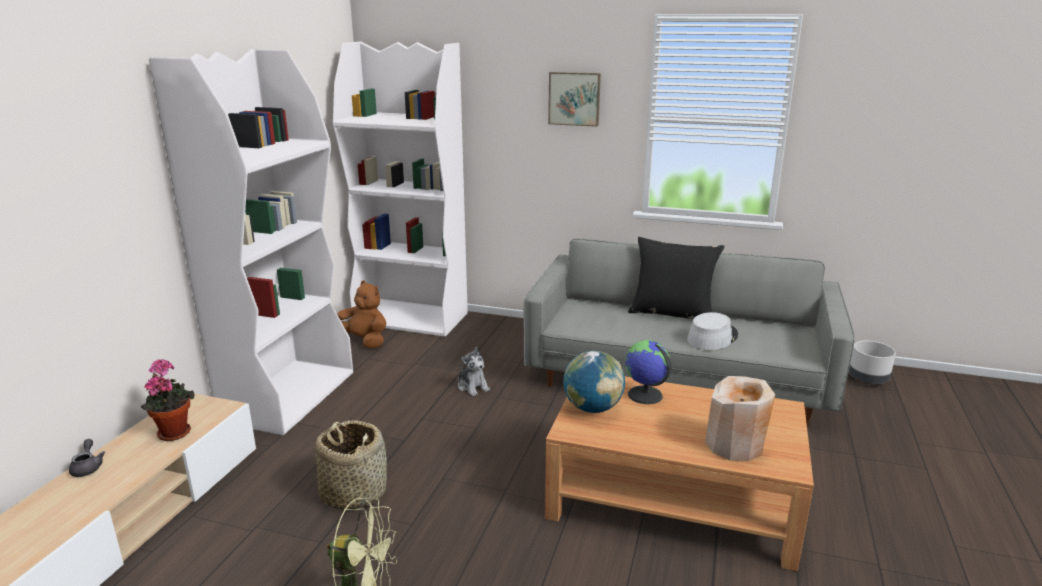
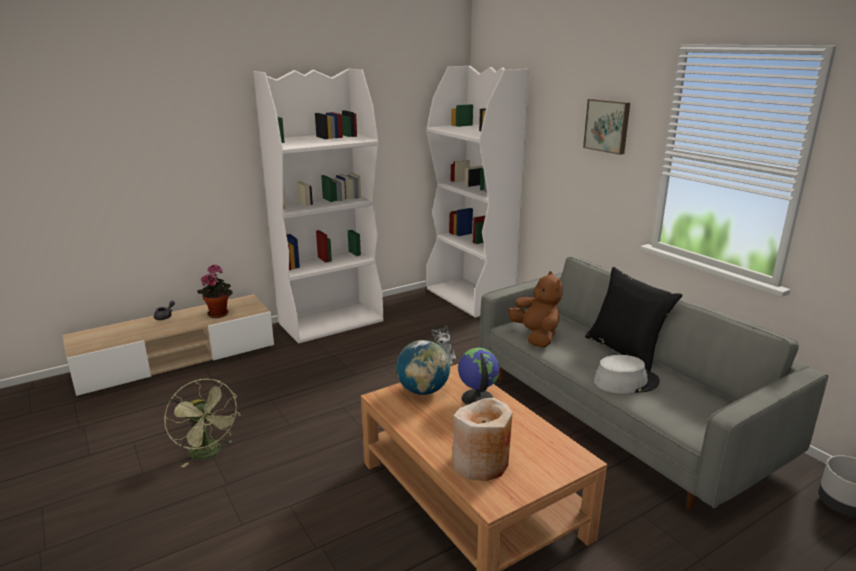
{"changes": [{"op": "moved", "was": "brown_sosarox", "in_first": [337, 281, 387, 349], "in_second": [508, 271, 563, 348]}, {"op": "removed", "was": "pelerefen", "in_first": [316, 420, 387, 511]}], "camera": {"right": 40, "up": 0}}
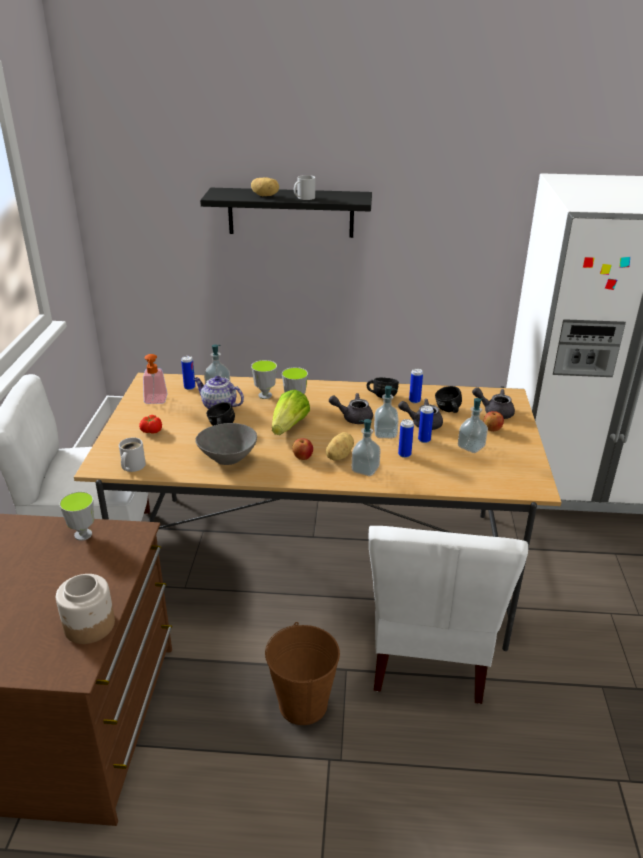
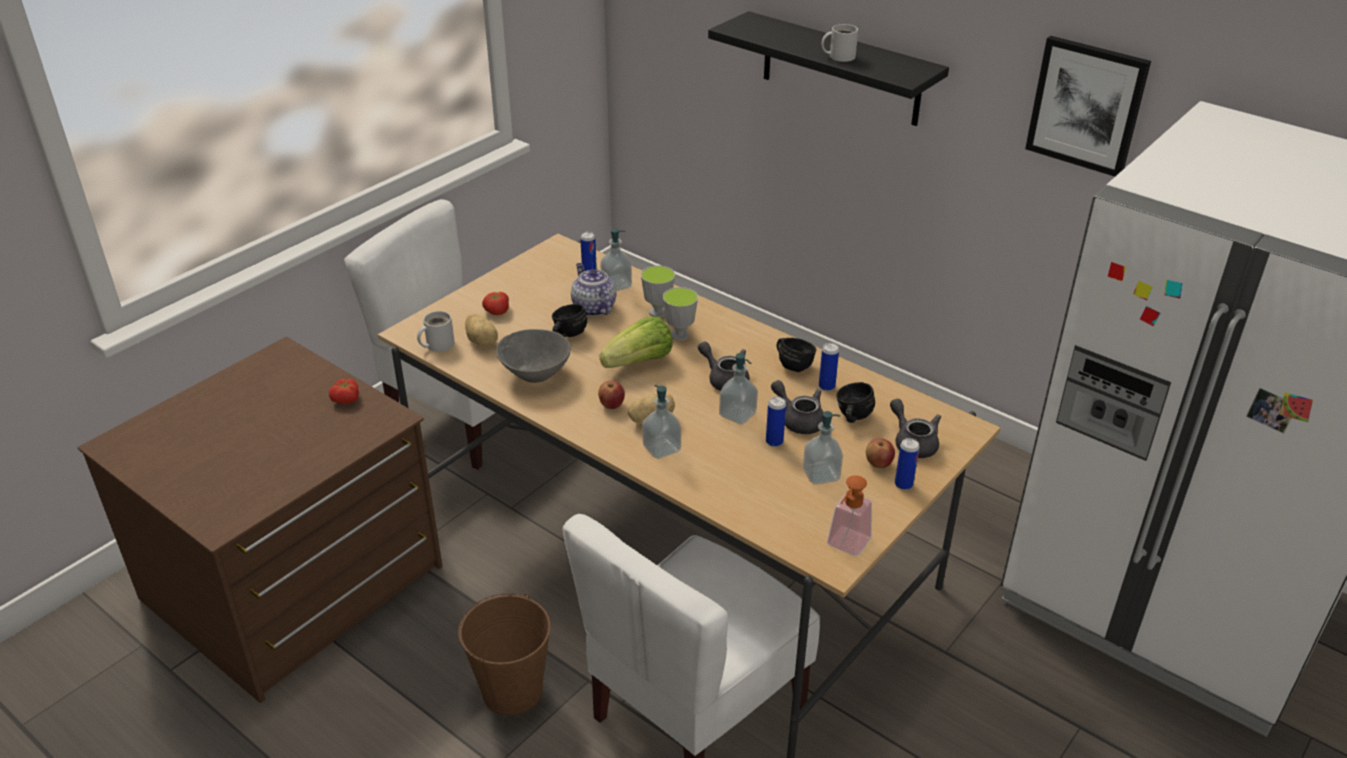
{"changes": [{"op": "replaced", "was": "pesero", "now": "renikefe", "in_first": [59, 491, 94, 541], "in_second": [329, 378, 359, 404]}, {"op": "moved", "was": "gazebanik", "in_first": [251, 177, 279, 196], "in_second": [465, 313, 498, 346]}, {"op": "moved", "was": "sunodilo", "in_first": [143, 354, 168, 404], "in_second": [827, 475, 872, 556]}, {"op": "moved", "was": "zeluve", "in_first": [398, 419, 414, 458], "in_second": [895, 438, 920, 490]}, {"op": "added", "now": "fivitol", "in_second": [1025, 36, 1151, 177]}, {"op": "removed", "was": "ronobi", "in_first": [56, 574, 115, 644]}], "camera": {"right": 35, "up": 5}}
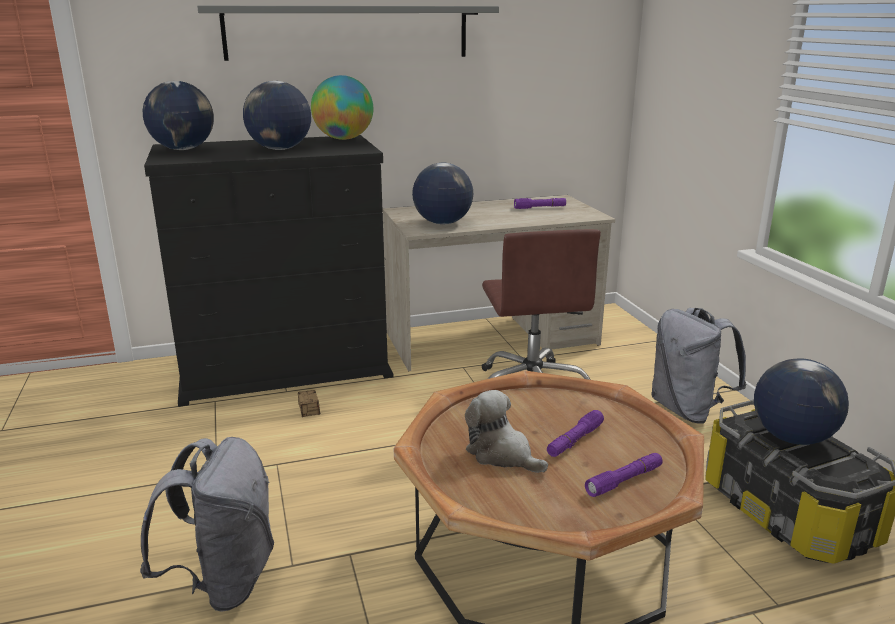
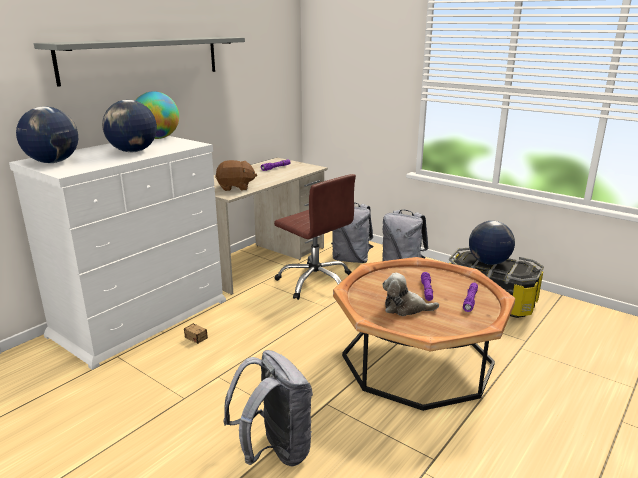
{"changes": [{"op": "recoloured", "was": "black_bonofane", "now": "white_bonofane", "in_first": [144, 135, 393, 407], "in_second": [9, 136, 226, 370]}, {"op": "replaced", "was": "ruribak", "now": "brown_sosarox", "in_first": [412, 163, 473, 224], "in_second": [215, 160, 257, 191]}, {"op": "added", "now": "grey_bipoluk", "in_second": [331, 202, 373, 263]}], "camera": {"right": -35, "up": 0}}
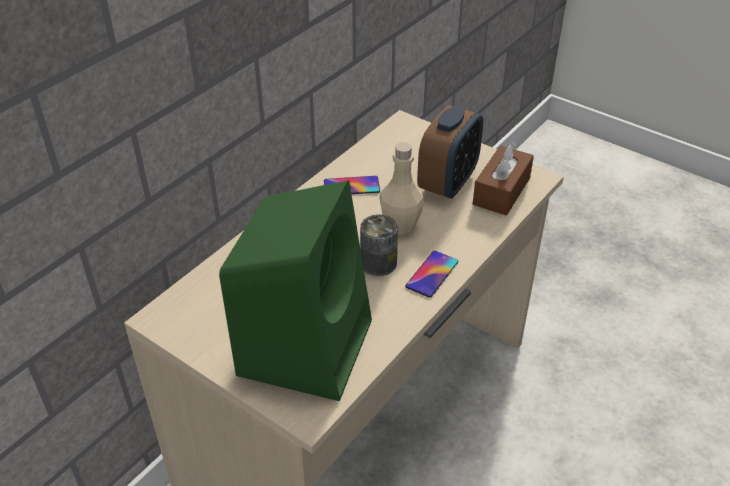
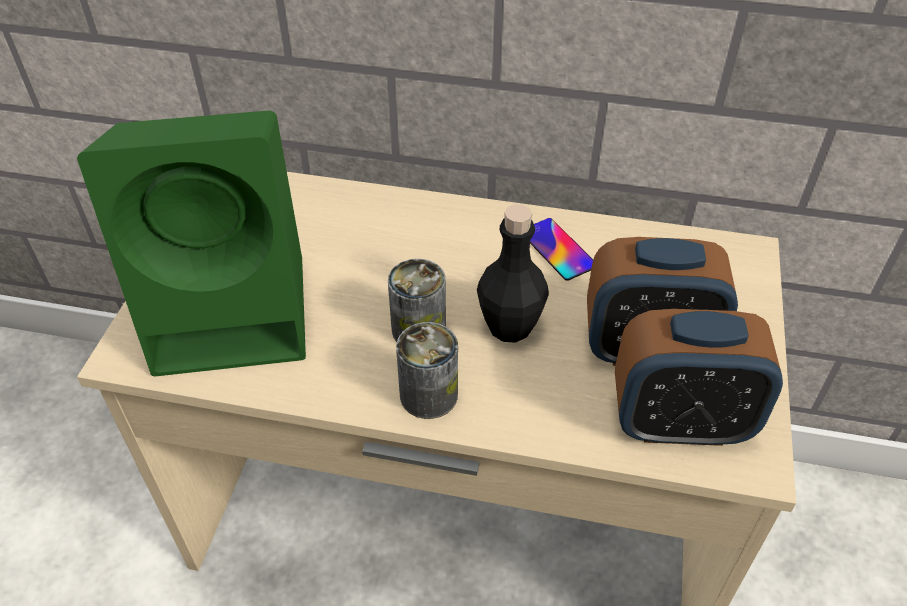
{"changes": [{"op": "replaced", "was": "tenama", "now": "zeluve", "in_first": [405, 251, 458, 298], "in_second": [396, 322, 458, 419]}, {"op": "recoloured", "was": "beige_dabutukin", "now": "black_dabutukin", "in_first": [379, 142, 424, 235], "in_second": [477, 204, 549, 343]}, {"op": "replaced", "was": "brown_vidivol", "now": "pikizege", "in_first": [473, 142, 534, 215], "in_second": [615, 309, 783, 446]}], "camera": {"right": 65, "up": 5}}
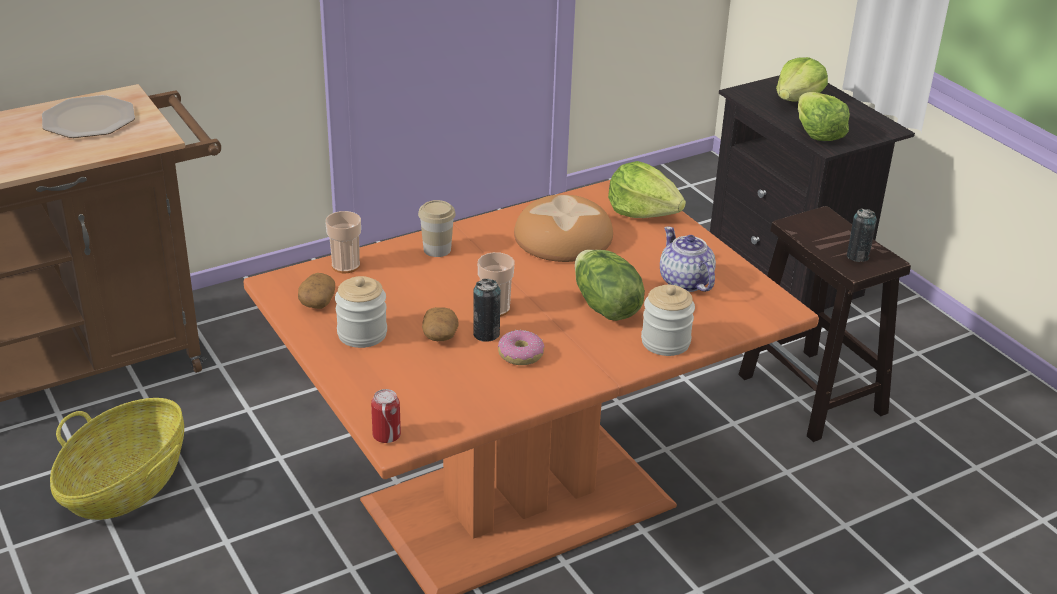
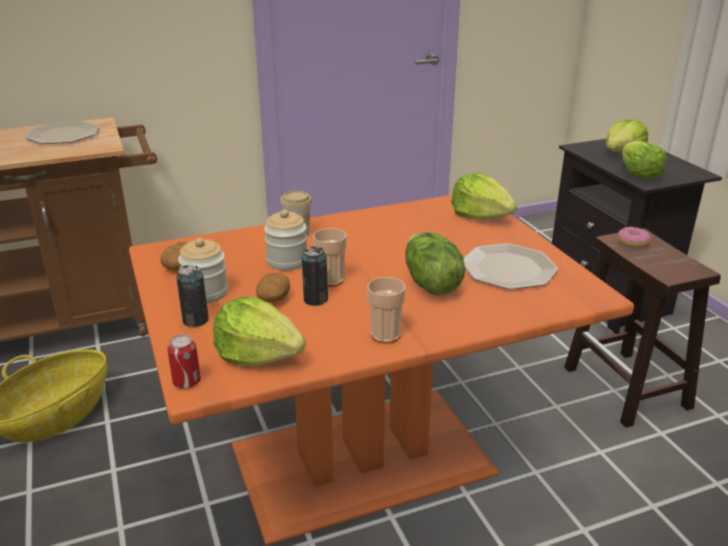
{"changes": [{"op": "moved", "was": "zeluve", "in_first": [847, 209, 877, 262], "in_second": [177, 265, 209, 327]}, {"op": "added", "now": "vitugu", "in_second": [213, 296, 306, 366]}, {"op": "moved", "was": "ronobi", "in_first": [641, 285, 695, 356], "in_second": [264, 209, 307, 271]}, {"op": "moved", "was": "pesero", "in_first": [325, 211, 361, 273], "in_second": [367, 277, 406, 344]}, {"op": "replaced", "was": "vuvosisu", "now": "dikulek", "in_first": [660, 226, 716, 292], "in_second": [463, 243, 558, 290]}, {"op": "moved", "was": "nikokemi", "in_first": [498, 330, 545, 365], "in_second": [618, 227, 651, 248]}, {"op": "removed", "was": "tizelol", "in_first": [514, 195, 613, 262]}], "camera": {"right": 10, "up": -5}}
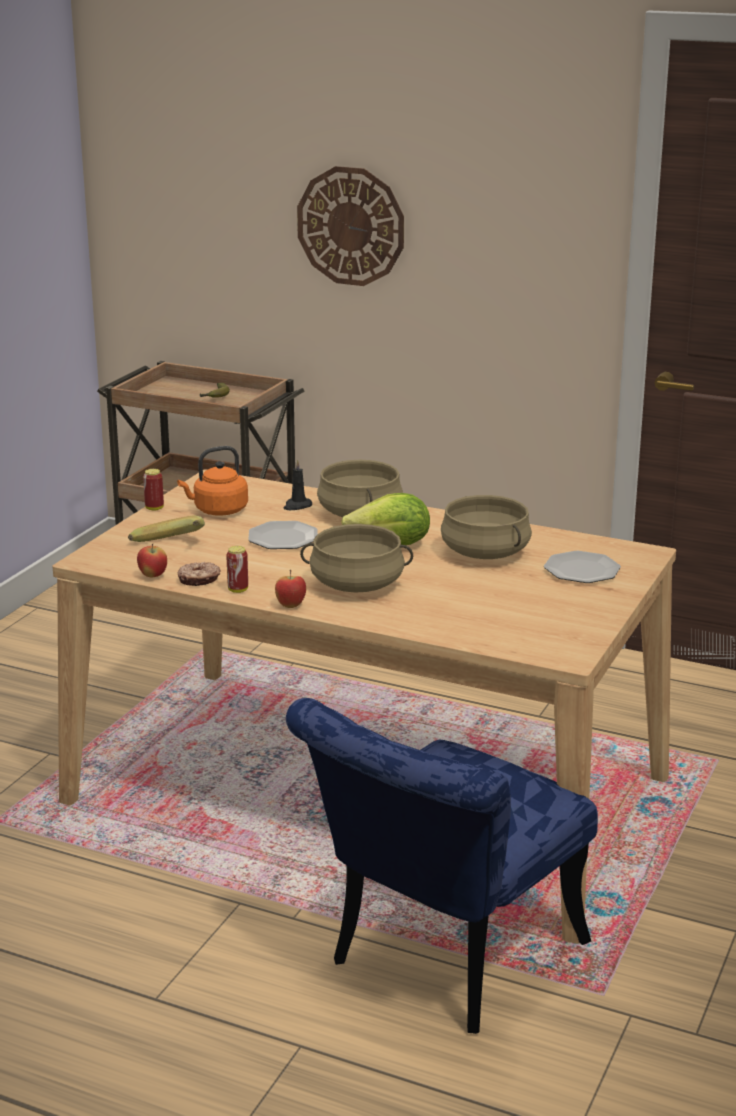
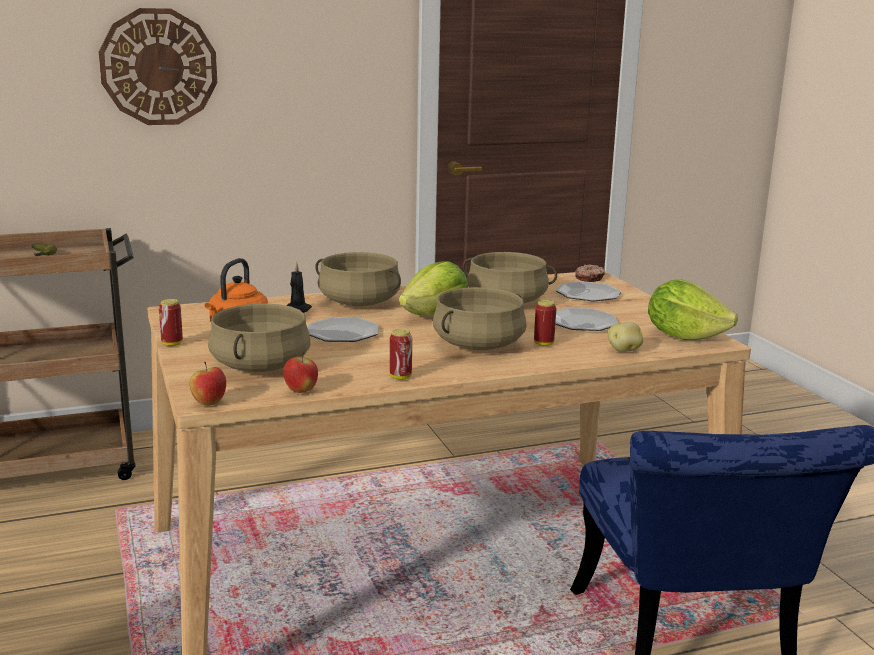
{"changes": [{"op": "moved", "was": "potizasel", "in_first": [275, 570, 306, 608], "in_second": [190, 362, 226, 406]}, {"op": "replaced", "was": "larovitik", "now": "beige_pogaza", "in_first": [128, 516, 205, 542], "in_second": [208, 303, 311, 372]}, {"op": "added", "now": "zeluve", "in_second": [534, 300, 556, 346]}, {"op": "added", "now": "dikulek", "in_second": [555, 308, 618, 331]}, {"op": "moved", "was": "nikokemi", "in_first": [178, 562, 221, 586], "in_second": [575, 265, 605, 282]}, {"op": "added", "now": "gazebanik", "in_second": [608, 322, 643, 352]}, {"op": "added", "now": "vitugu", "in_second": [648, 280, 738, 340]}], "camera": {"right": -45, "up": -5}}
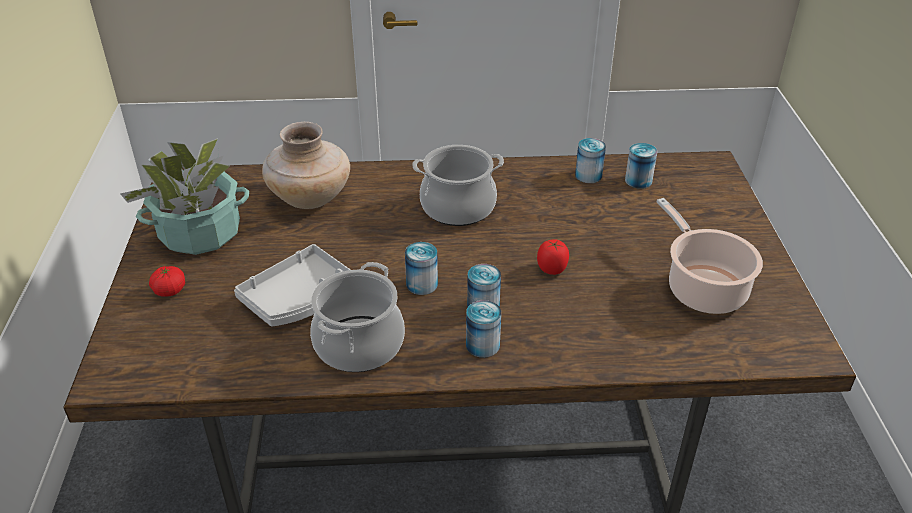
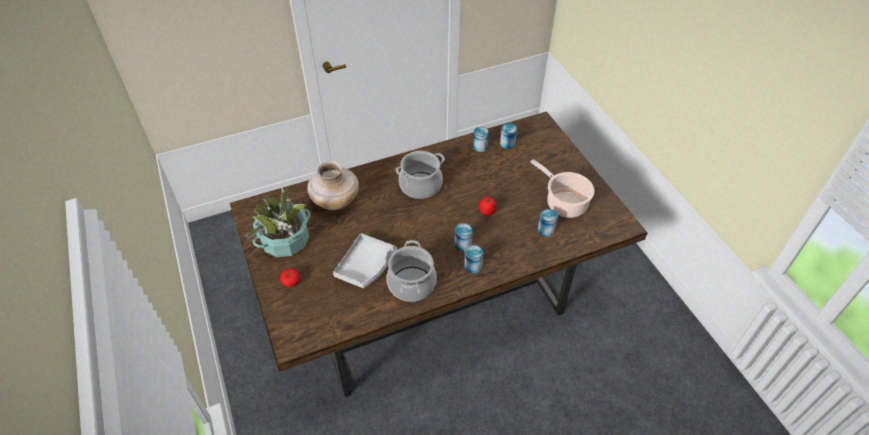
{"changes": [{"op": "moved", "was": "zeluve", "in_first": [405, 242, 438, 295], "in_second": [538, 209, 558, 237]}], "camera": {"right": -20, "up": 10}}
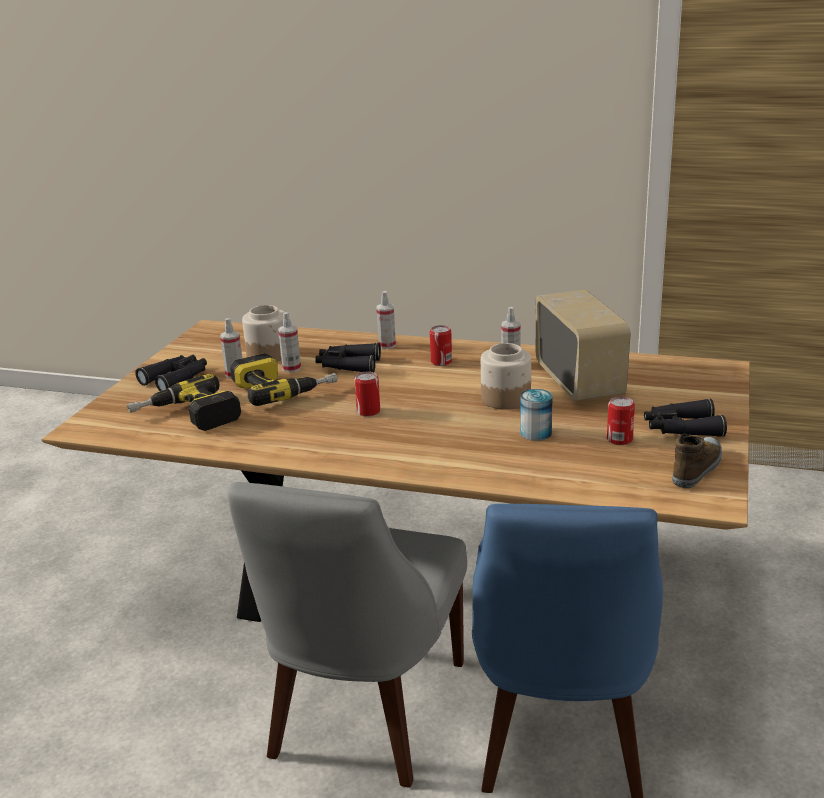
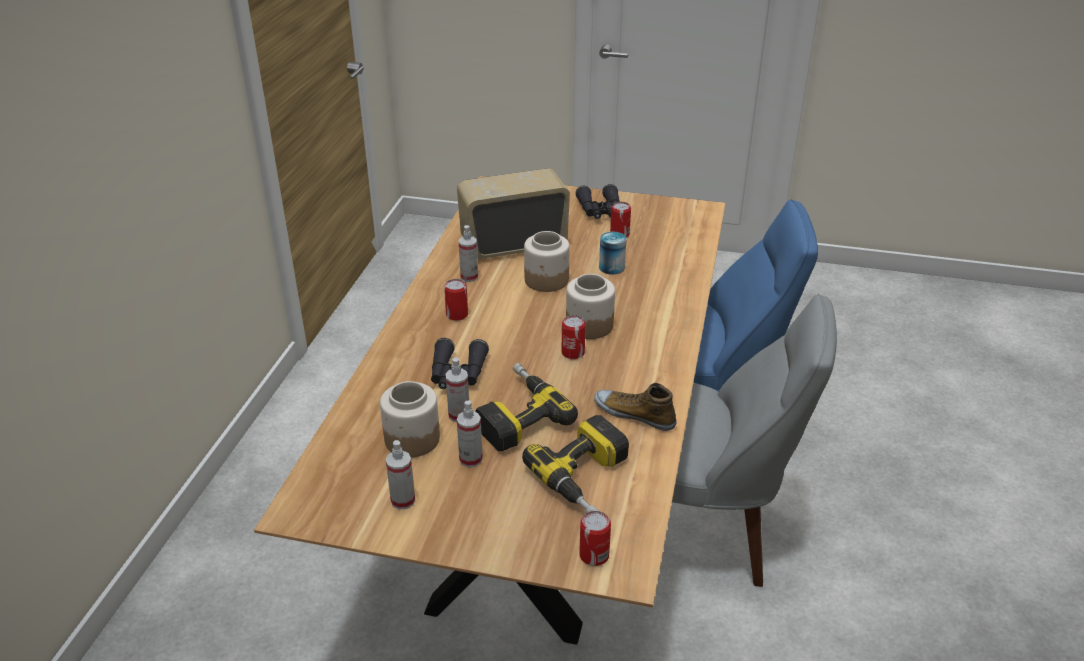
{"changes": [{"op": "moved", "was": "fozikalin", "in_first": [376, 291, 396, 349], "in_second": [386, 440, 415, 509]}, {"op": "added", "now": "ronobi", "in_second": [566, 274, 615, 339]}, {"op": "added", "now": "zeluve", "in_second": [579, 511, 611, 566]}, {"op": "moved", "was": "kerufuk", "in_first": [672, 433, 722, 488], "in_second": [594, 383, 676, 431]}, {"op": "removed", "was": "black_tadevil", "in_first": [135, 355, 207, 391]}], "camera": {"right": -95, "up": 10}}
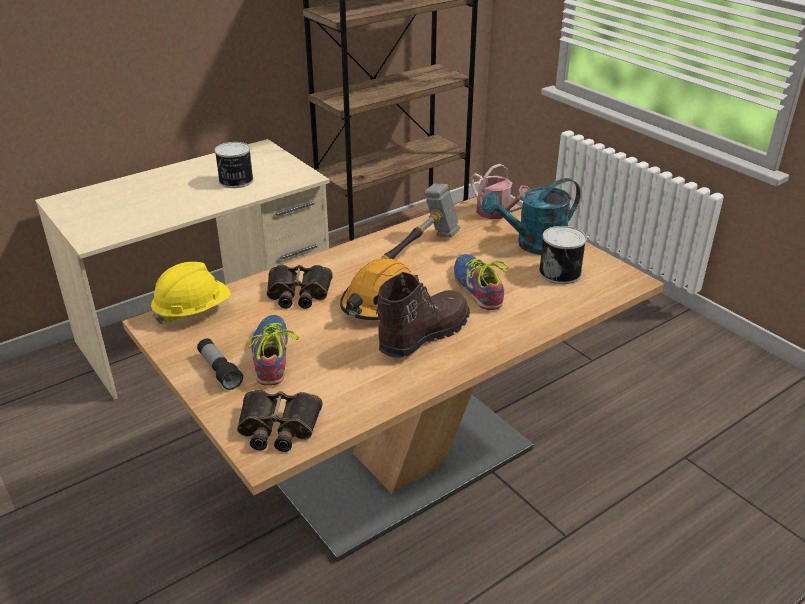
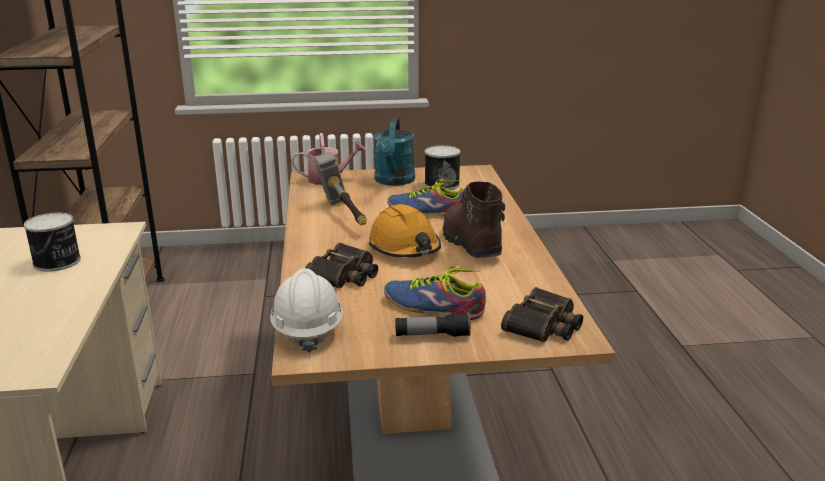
{"changes": [{"op": "recoloured", "was": "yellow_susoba", "now": "white_susoba", "in_first": [151, 262, 231, 324], "in_second": [270, 268, 343, 353]}], "camera": {"right": -60, "up": -10}}
